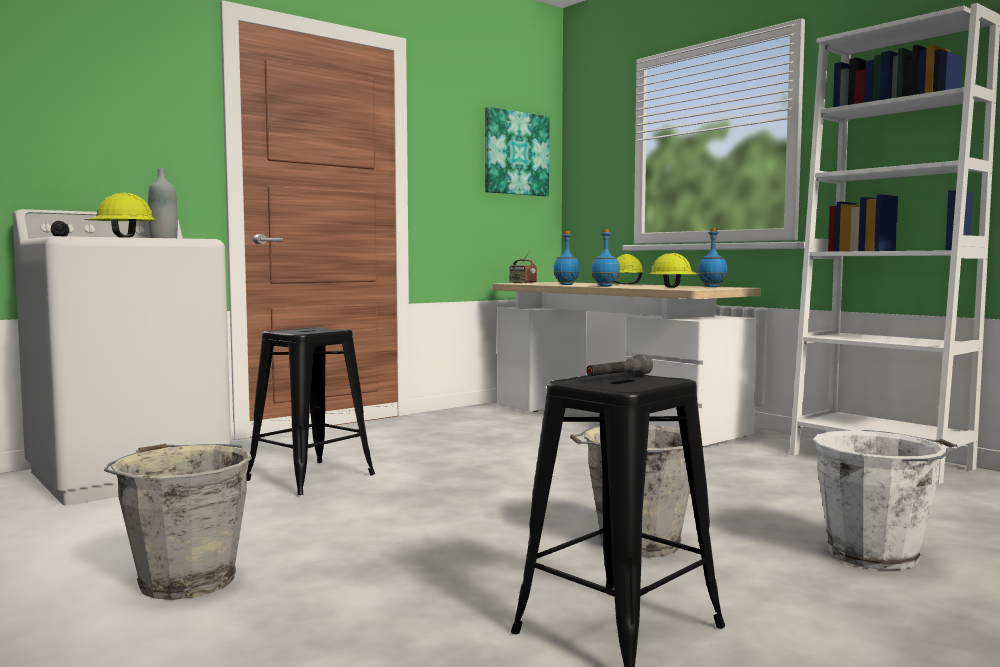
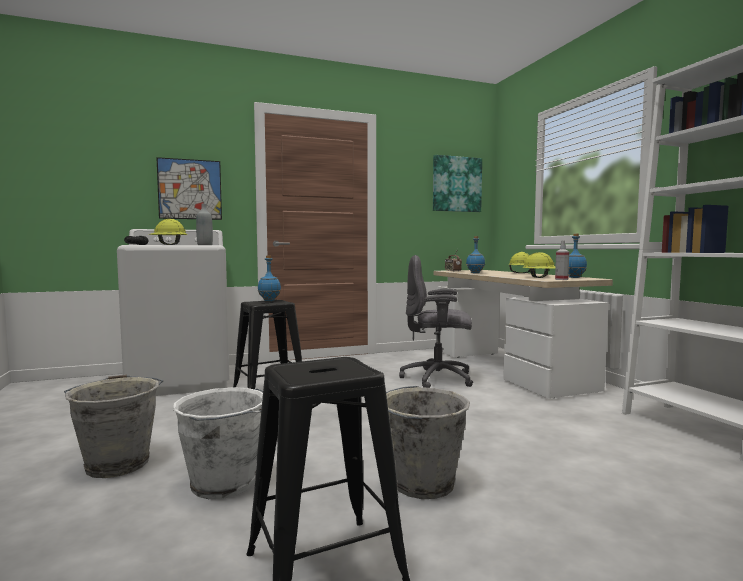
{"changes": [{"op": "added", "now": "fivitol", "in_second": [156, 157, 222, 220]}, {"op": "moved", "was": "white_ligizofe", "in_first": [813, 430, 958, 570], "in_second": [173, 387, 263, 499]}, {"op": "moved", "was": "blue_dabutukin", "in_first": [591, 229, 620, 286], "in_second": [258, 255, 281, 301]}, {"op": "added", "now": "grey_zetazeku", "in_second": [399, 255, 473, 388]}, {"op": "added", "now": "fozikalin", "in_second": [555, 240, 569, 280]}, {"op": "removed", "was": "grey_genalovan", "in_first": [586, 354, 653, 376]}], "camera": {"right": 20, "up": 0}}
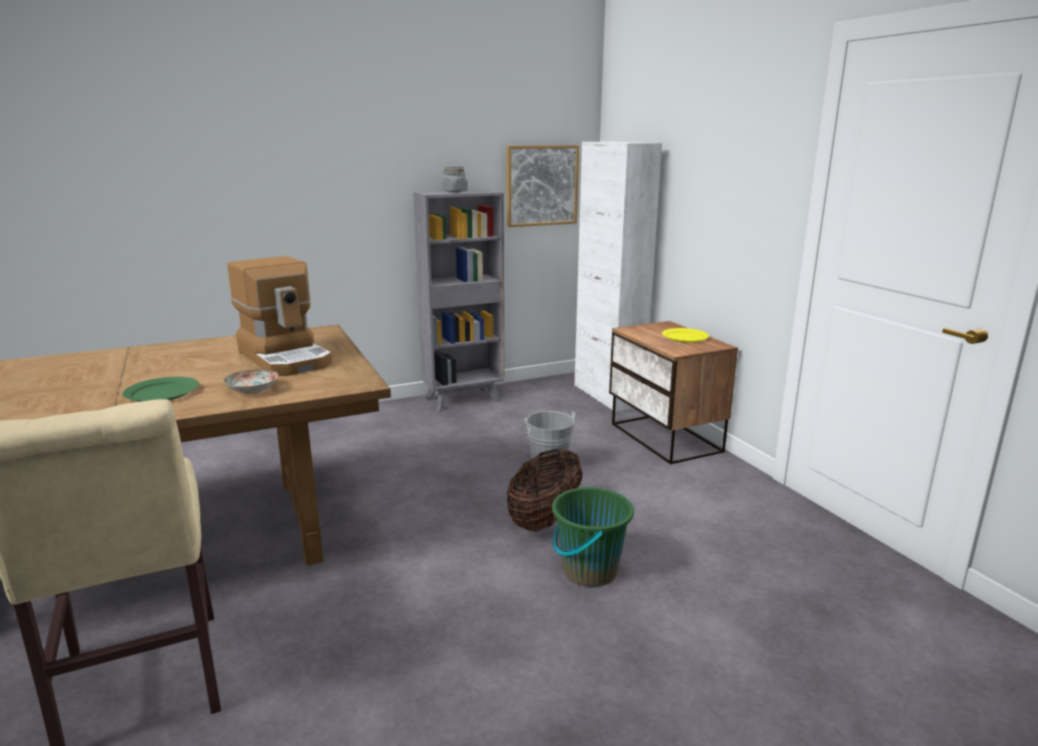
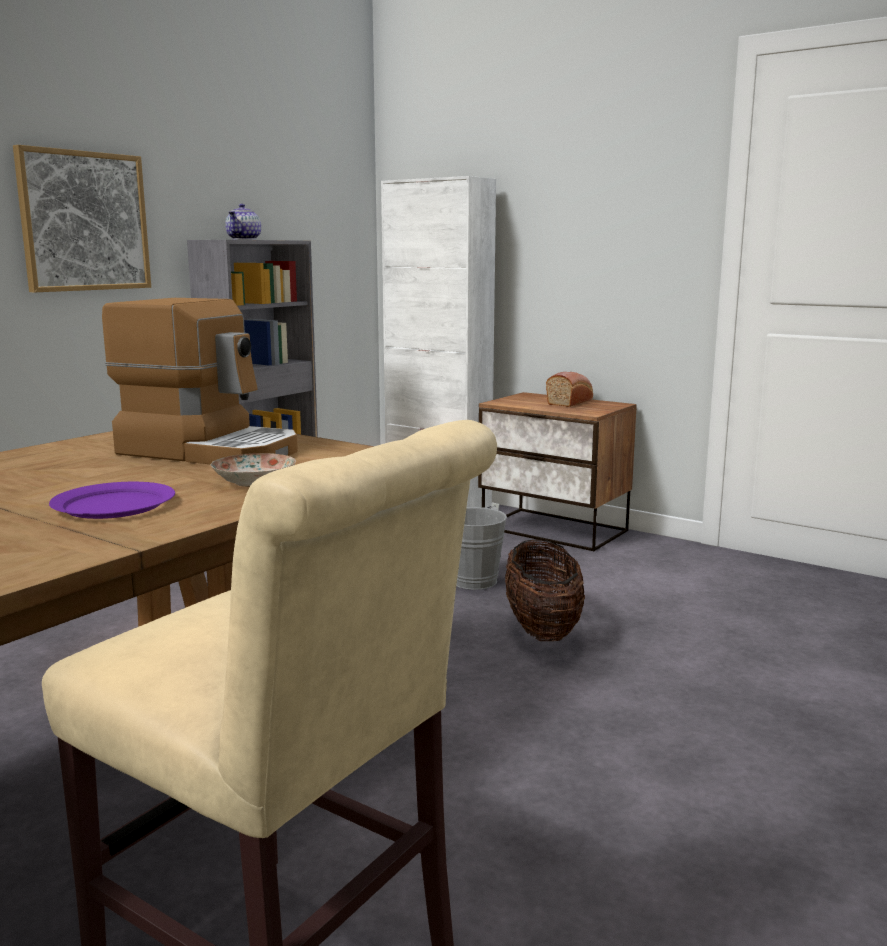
{"changes": [{"op": "moved", "was": "fivitol", "in_first": [506, 145, 579, 227], "in_second": [13, 145, 151, 292]}, {"op": "recoloured", "was": "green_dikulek", "now": "purple_dikulek", "in_first": [123, 377, 199, 402], "in_second": [49, 482, 175, 519]}, {"op": "replaced", "was": "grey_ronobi", "now": "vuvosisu", "in_first": [442, 166, 468, 192], "in_second": [225, 204, 261, 240]}, {"op": "replaced", "was": "yellow_dikulek", "now": "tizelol", "in_first": [662, 328, 709, 343], "in_second": [546, 372, 593, 407]}, {"op": "removed", "was": "green_ligizofe", "in_first": [552, 486, 634, 587]}], "camera": {"right": -30, "up": -5}}
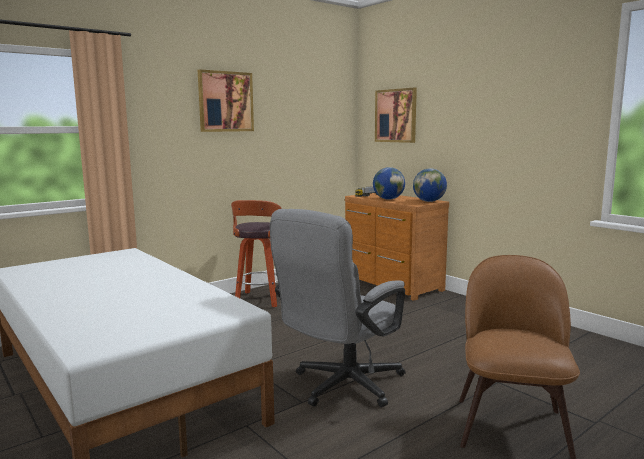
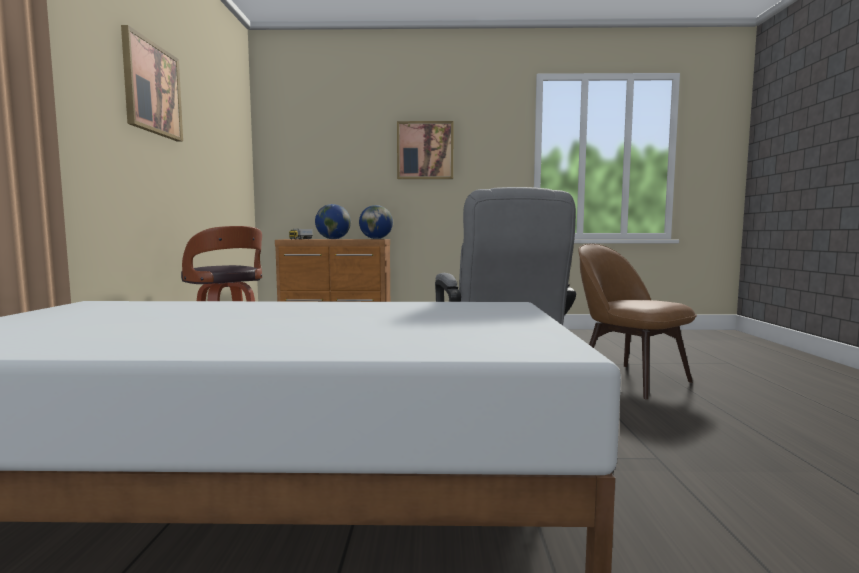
{"changes": [{"op": "moved", "was": "fivitol", "in_first": [375, 88, 417, 143], "in_second": [397, 121, 454, 179]}], "camera": {"right": -50, "up": -5}}
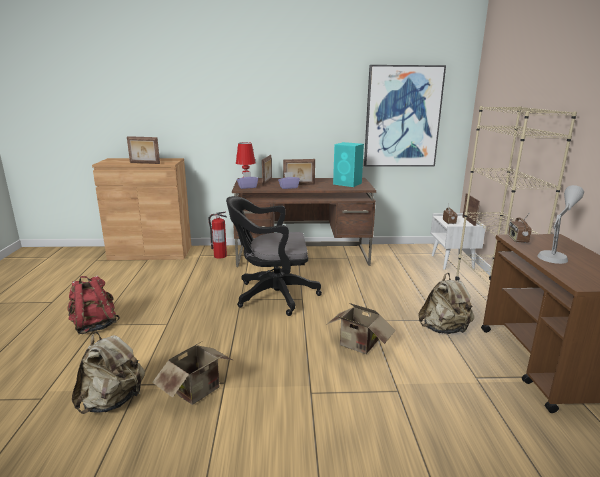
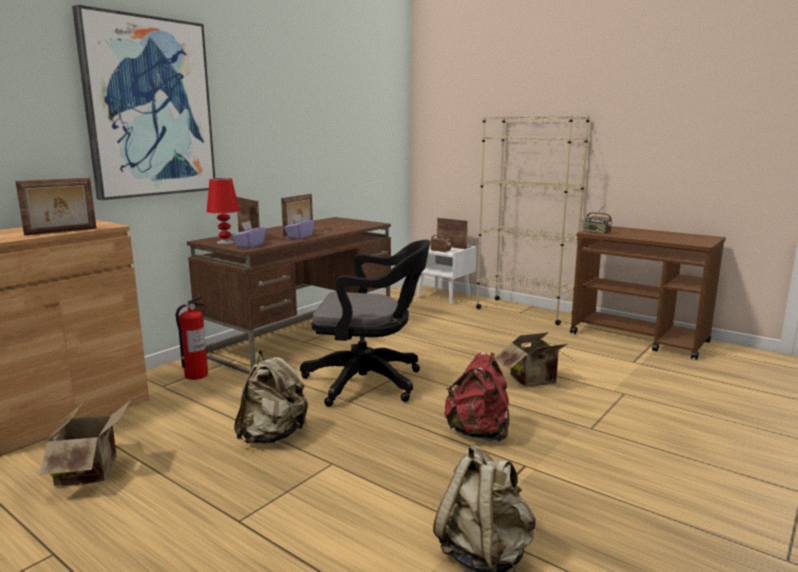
{"changes": [{"op": "moved", "was": "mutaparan", "in_first": [152, 342, 232, 405], "in_second": [39, 400, 131, 486]}, {"op": "moved", "was": "fivitol", "in_first": [364, 65, 446, 166], "in_second": [72, 5, 215, 200]}, {"op": "moved", "was": "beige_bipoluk", "in_first": [418, 273, 474, 334], "in_second": [234, 350, 309, 444]}, {"op": "turned", "was": "black_zetazeku", "in_first": [226, 196, 322, 316], "in_second": [300, 240, 430, 407], "clockwise": -120}, {"op": "moved", "was": "red_bipoluk", "in_first": [68, 275, 120, 334], "in_second": [444, 352, 509, 442]}, {"op": "removed", "was": "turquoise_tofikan", "in_first": [333, 142, 364, 187]}, {"op": "removed", "was": "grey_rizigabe", "in_first": [537, 185, 584, 264]}], "camera": {"right": -50, "up": -5}}
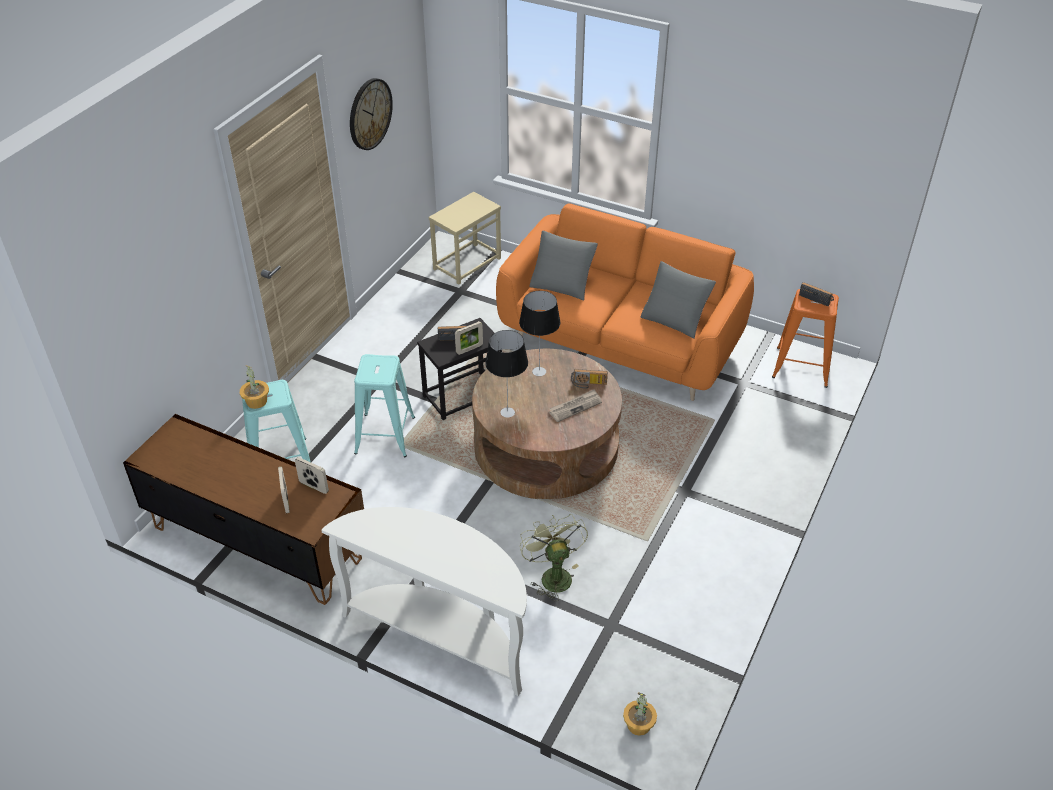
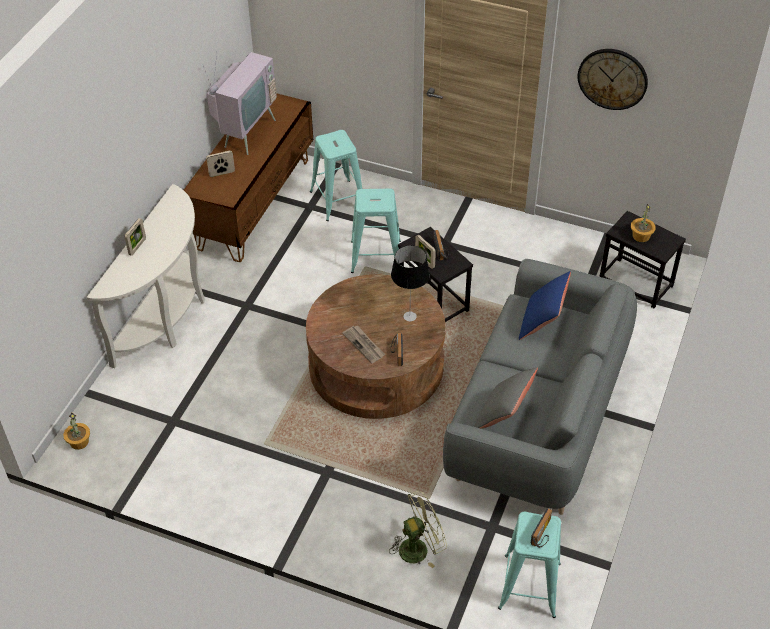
{"changes": [{"op": "moved", "was": "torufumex", "in_first": [295, 457, 329, 494], "in_second": [125, 218, 146, 256]}, {"op": "added", "now": "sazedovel", "in_second": [203, 52, 277, 155]}, {"op": "moved", "was": "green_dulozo", "in_first": [520, 514, 588, 601], "in_second": [389, 491, 447, 568]}, {"op": "recoloured", "was": "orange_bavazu", "now": "grey_bavazu", "in_first": [496, 203, 754, 401], "in_second": [443, 259, 637, 515]}, {"op": "recoloured", "was": "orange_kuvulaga", "now": "turquoise_kuvulaga", "in_first": [772, 289, 839, 388], "in_second": [498, 512, 561, 618]}, {"op": "recoloured", "was": "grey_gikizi", "now": "blue_gikizi", "in_first": [529, 230, 598, 300], "in_second": [519, 271, 571, 340]}, {"op": "recoloured", "was": "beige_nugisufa", "now": "black_nugisufa", "in_first": [429, 192, 501, 285], "in_second": [599, 211, 686, 308]}, {"op": "moved", "was": "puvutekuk", "in_first": [240, 365, 269, 409], "in_second": [631, 204, 656, 242]}, {"op": "removed", "was": "rizigabe", "in_first": [485, 330, 528, 418]}], "camera": {"right": 85, "up": 5}}
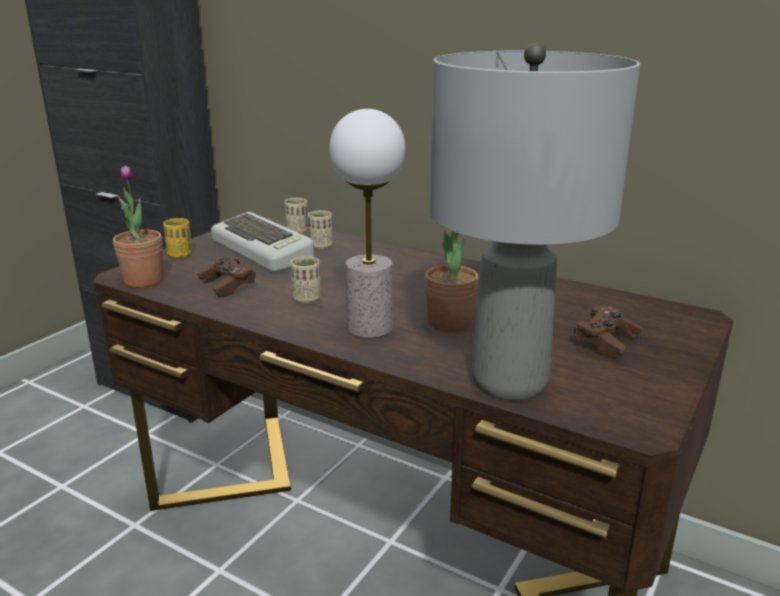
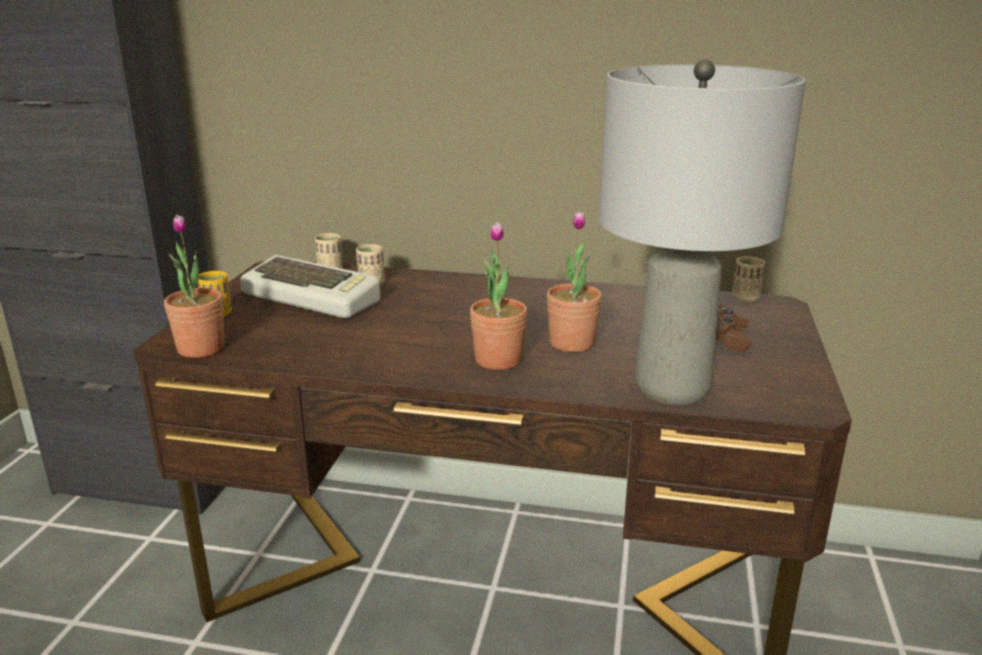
{"changes": [{"op": "replaced", "was": "rizigabe", "now": "puvutekuk", "in_first": [329, 109, 406, 338], "in_second": [470, 222, 527, 370]}, {"op": "moved", "was": "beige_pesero", "in_first": [291, 256, 321, 303], "in_second": [732, 256, 765, 302]}, {"op": "removed", "was": "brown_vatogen", "in_first": [197, 256, 255, 298]}], "camera": {"right": -20, "up": 0}}
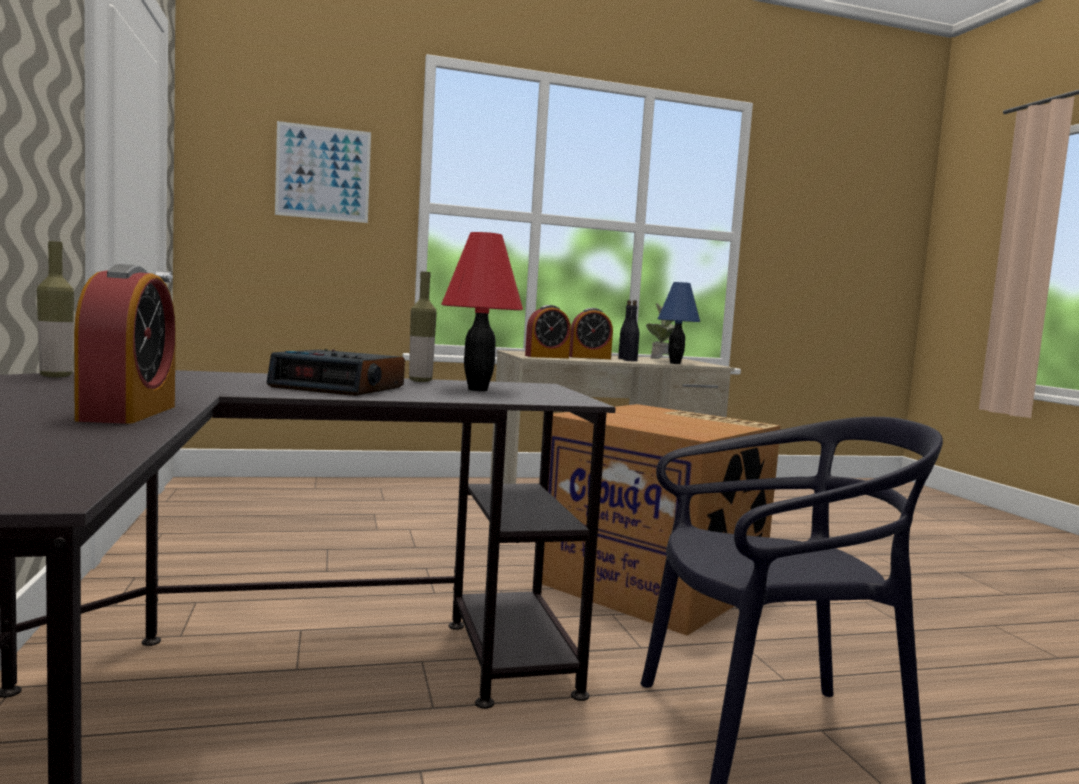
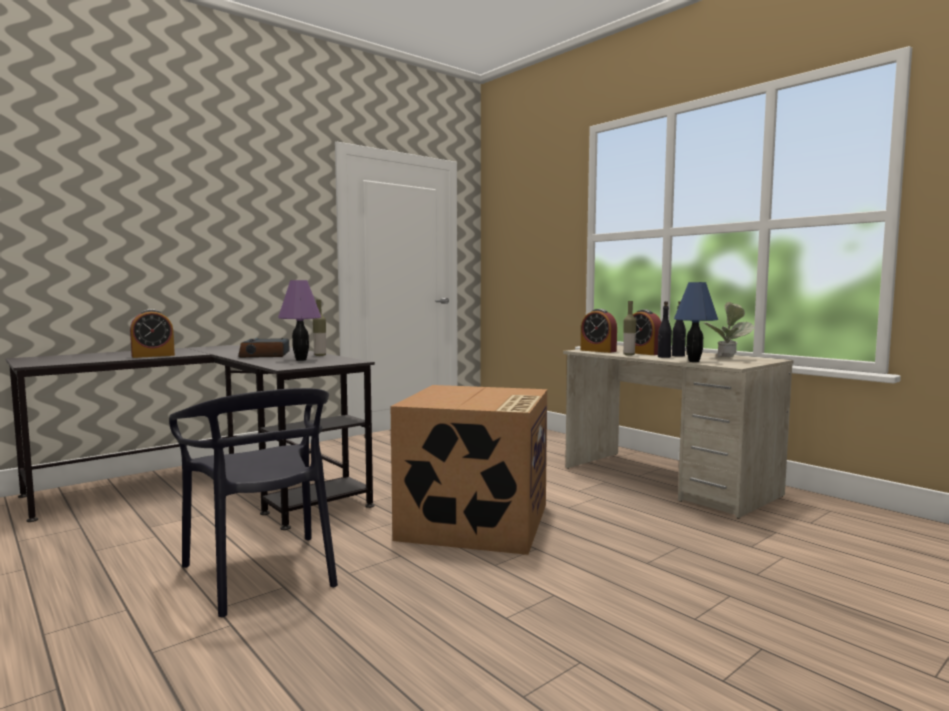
{"changes": [{"op": "recoloured", "was": "red_rizigabe", "now": "purple_rizigabe", "in_first": [441, 232, 523, 391], "in_second": [278, 280, 321, 361]}, {"op": "moved", "was": "dabutukin", "in_first": [37, 241, 74, 377], "in_second": [623, 301, 636, 356]}, {"op": "removed", "was": "fivitol", "in_first": [275, 121, 371, 223]}], "camera": {"right": 65, "up": 0}}
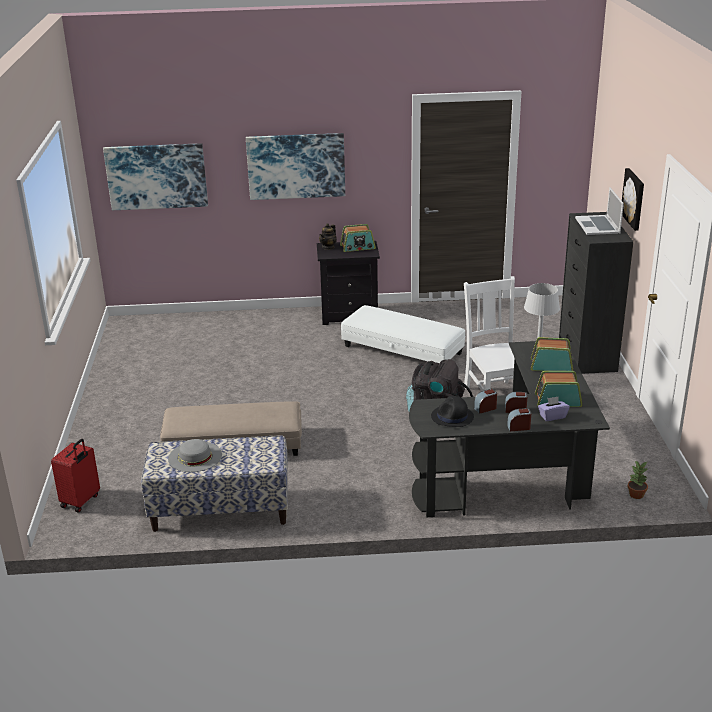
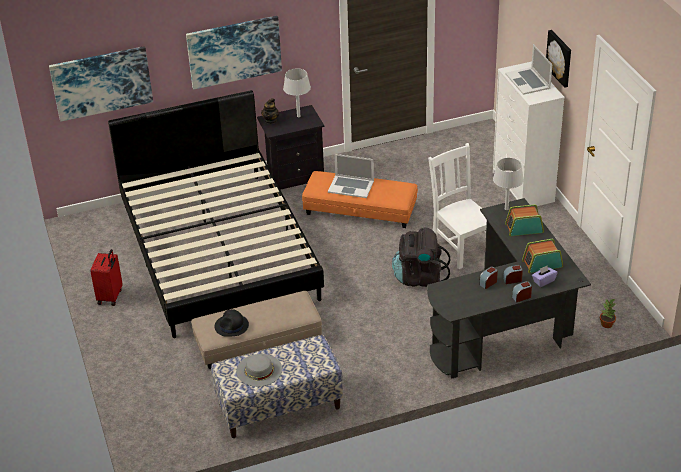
{"changes": [{"op": "moved", "was": "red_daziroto", "in_first": [51, 439, 100, 512], "in_second": [90, 249, 123, 306]}, {"op": "added", "now": "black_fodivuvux", "in_second": [108, 90, 324, 338]}, {"op": "moved", "was": "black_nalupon", "in_first": [431, 396, 474, 427], "in_second": [215, 309, 249, 337]}, {"op": "replaced", "was": "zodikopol", "now": "grey_rizigabe", "in_first": [340, 224, 376, 252], "in_second": [283, 68, 311, 117]}, {"op": "recoloured", "was": "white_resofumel", "now": "orange_resofumel", "in_first": [341, 305, 465, 363], "in_second": [302, 171, 418, 228]}, {"op": "added", "now": "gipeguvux", "in_second": [328, 154, 374, 198]}, {"op": "recoloured", "was": "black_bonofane", "now": "white_bonofane", "in_first": [559, 212, 634, 374], "in_second": [493, 62, 565, 206]}], "camera": {"right": -15, "up": 10}}
